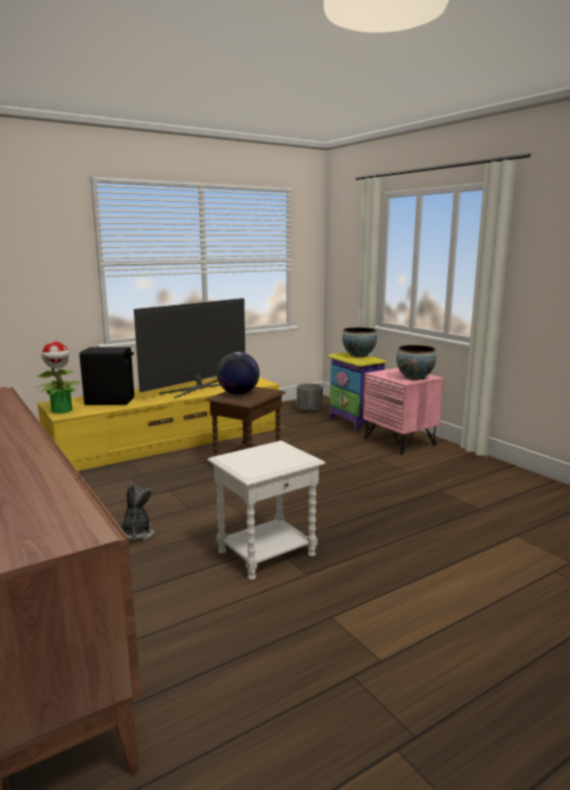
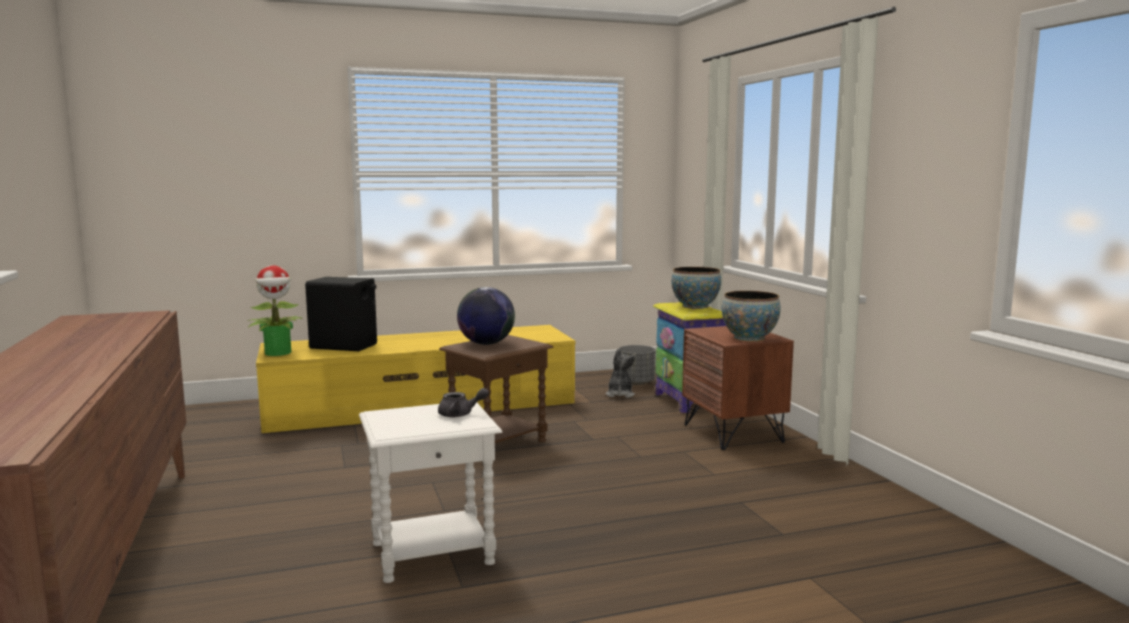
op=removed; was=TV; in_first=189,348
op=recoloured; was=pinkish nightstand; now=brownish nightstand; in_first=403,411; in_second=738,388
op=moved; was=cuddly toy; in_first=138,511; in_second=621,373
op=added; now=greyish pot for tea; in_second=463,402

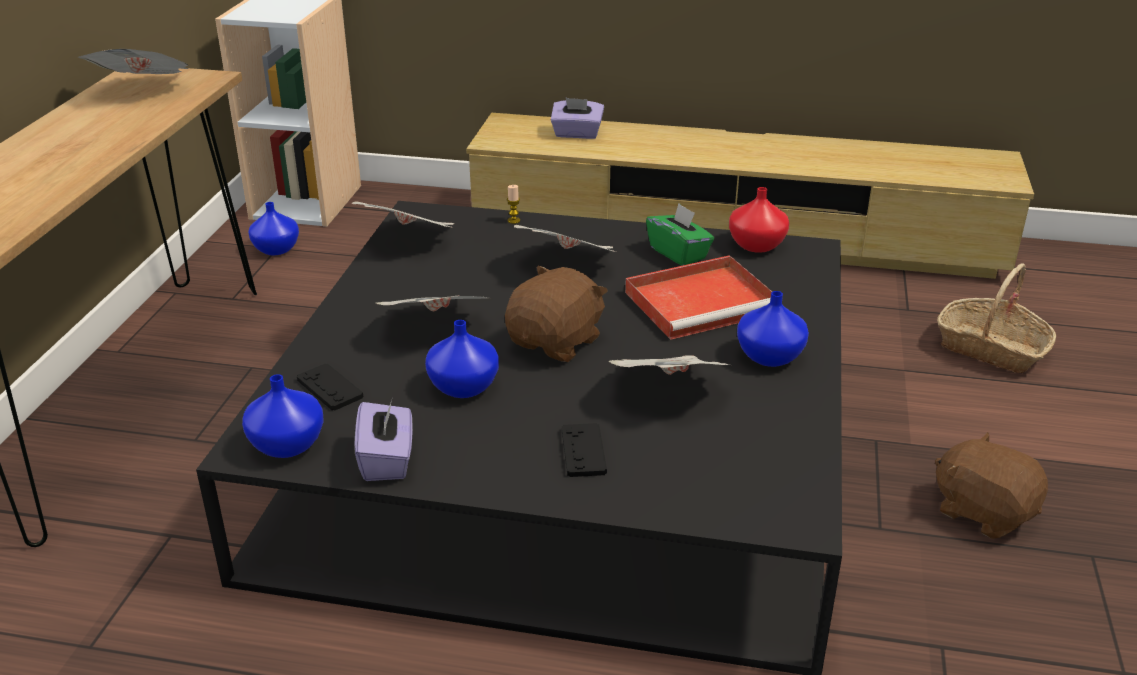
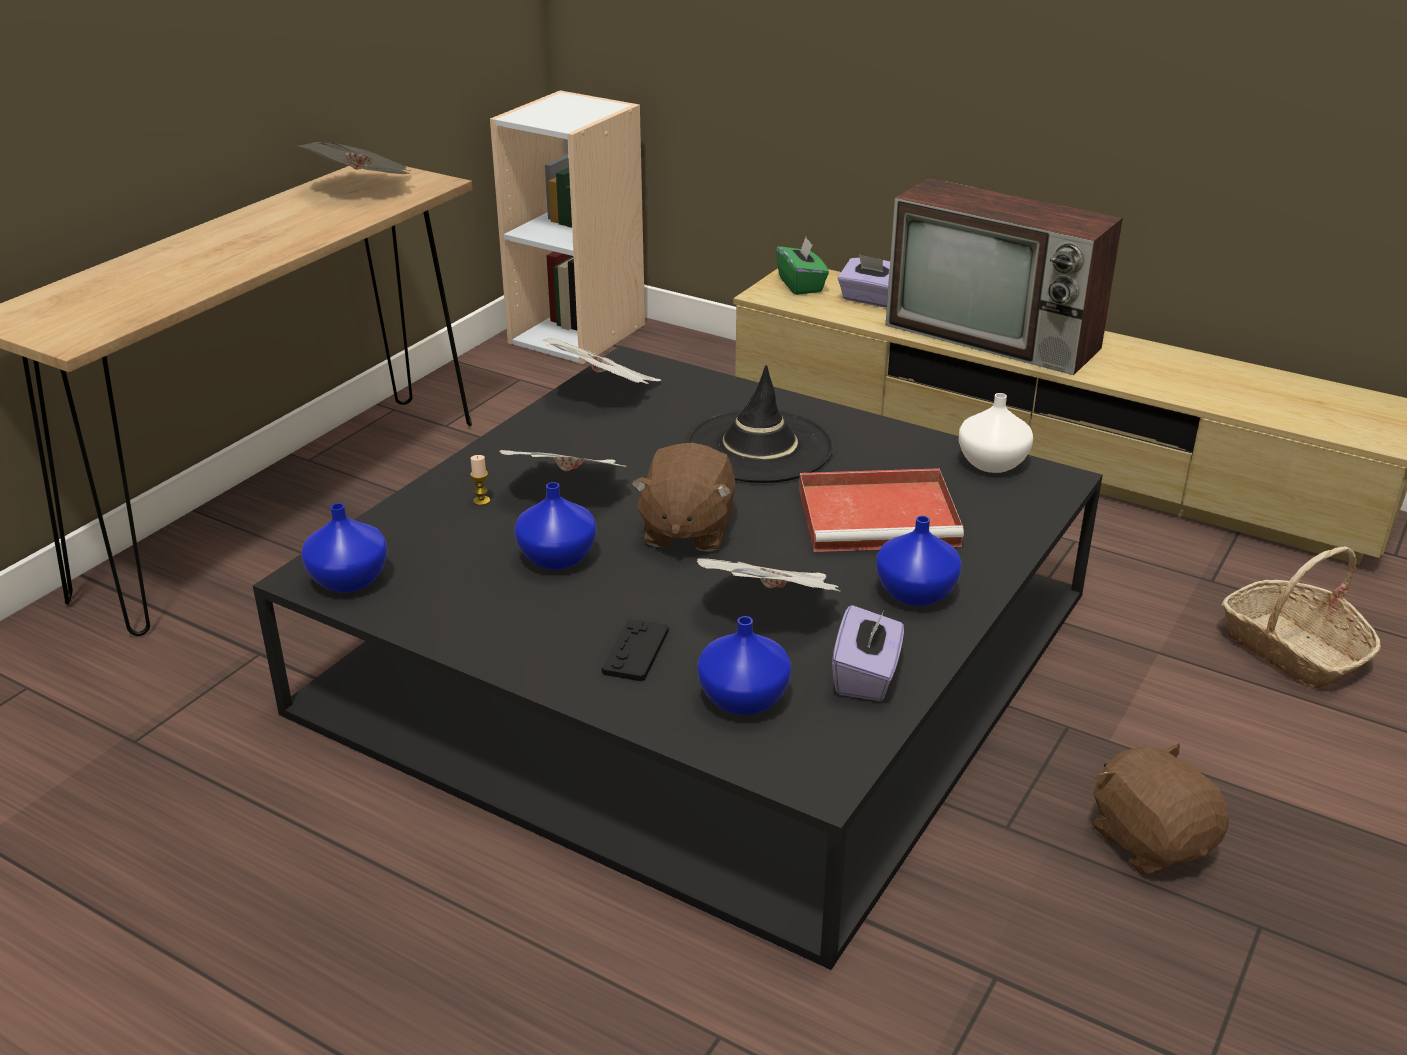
op=moved; was=wax candle; in_first=513,204; in_second=480,480
op=recoloured; was=red-coloured vase; now=white vase; in_first=759,220; in_second=996,433
op=moved; was=blue-coloured vase; in_first=273,228; in_second=744,665
op=moved; was=green box of tissues; in_first=680,234; in_second=802,266
op=replaced; was=printed paper; now=black clothing hat; in_first=565,238; in_second=760,424
op=turned; was=brownish cuddly toy; in_first=556,313; in_second=683,497; clockwise=135
op=removed; was=black joypad; in_first=330,387
op=moved; was=purple-coloured box of tissues; in_first=383,440; in_second=868,653
op=added; now=TV; in_second=1004,276

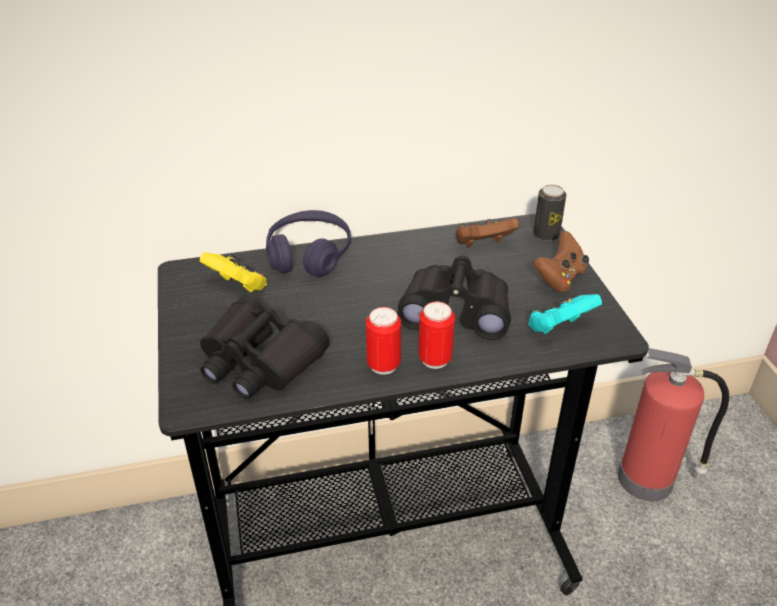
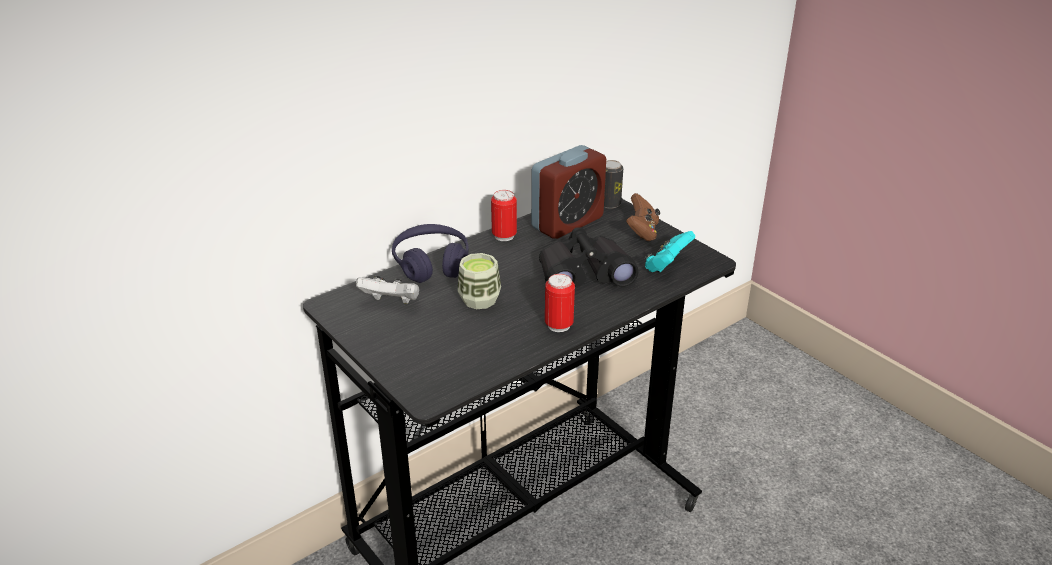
op=replaced; was=brownish joypad; now=alarm clock; in_first=488,232; in_second=568,192
op=recoloured; was=yellow joypad; now=white joypad; in_first=233,272; in_second=387,290
op=removed; was=black binoculars; in_first=265,347
op=moved; was=metal can; in_first=436,335; in_second=504,215
op=removed; was=fire-fighting cylinder; in_first=673,424
op=added; now=drinking cup; in_second=479,281

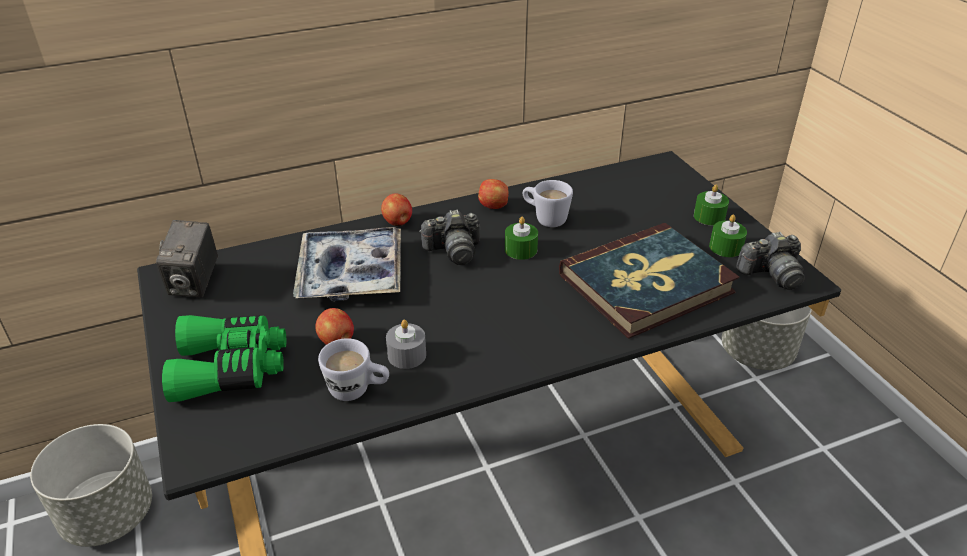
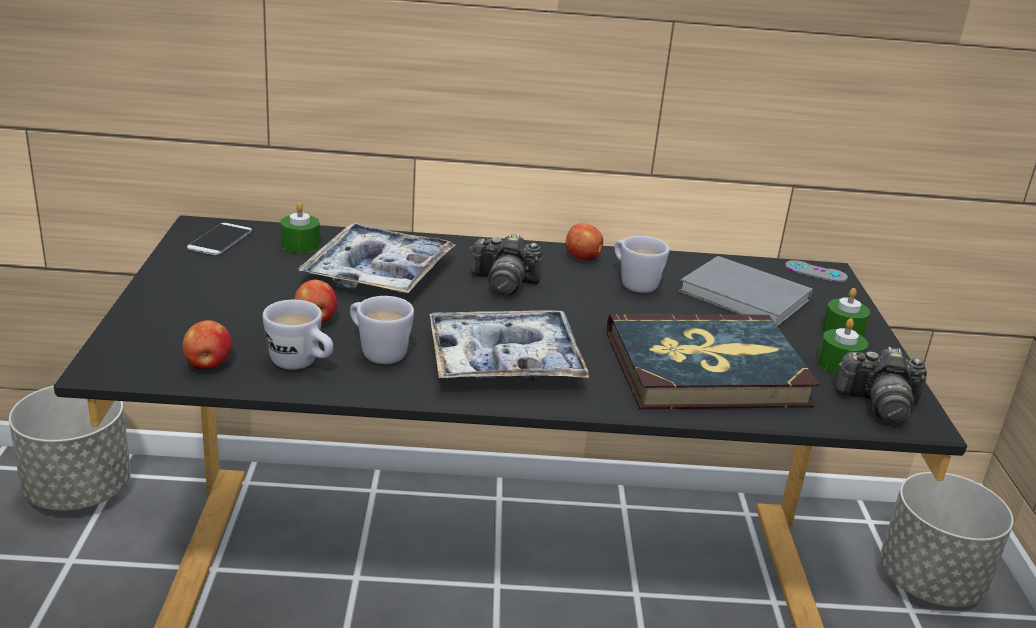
op=moved; was=apple fruit; in_first=396,209; in_second=207,345
op=moved; was=green wax candle; in_first=521,238; in_second=300,227
op=replaced; was=still camera; now=phone; in_first=187,258; in_second=219,239
op=removed; was=green binoculars; in_first=224,358
op=replaced; was=greyish wax candle; now=white mug; in_first=406,344; in_second=382,330
op=added; now=greyish bound book; in_second=746,291
op=added; now=greyish joypad; in_second=816,271
op=added; now=tray; in_second=509,345

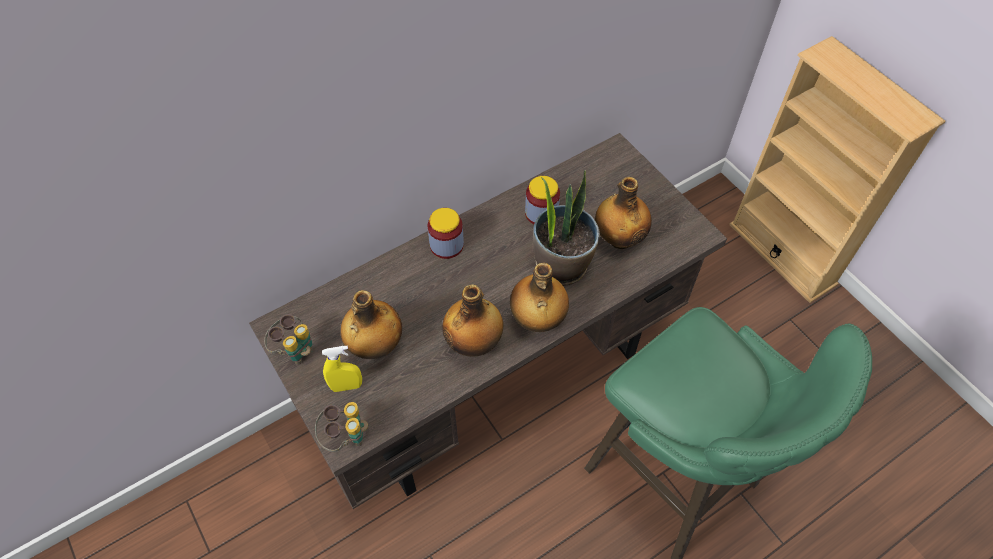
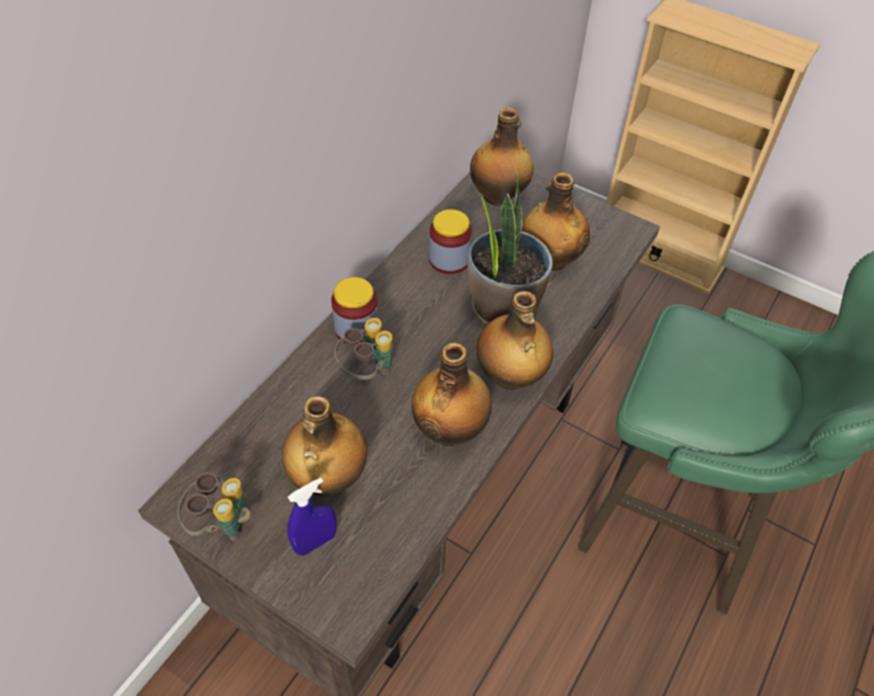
op=recoloured; was=yellow spray bottle; now=blue-coloured spray bottle; in_first=342,369; in_second=311,516
op=moved; was=binoculars; in_first=341,427; in_second=364,349
op=added; now=beverage bottle; in_second=502,157

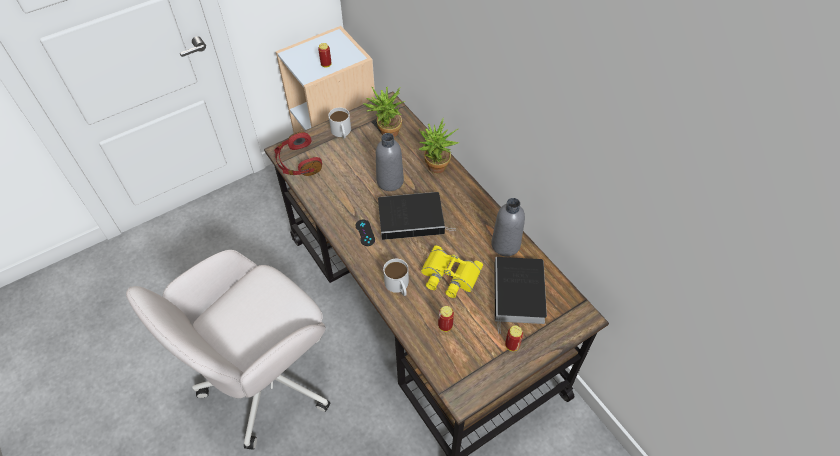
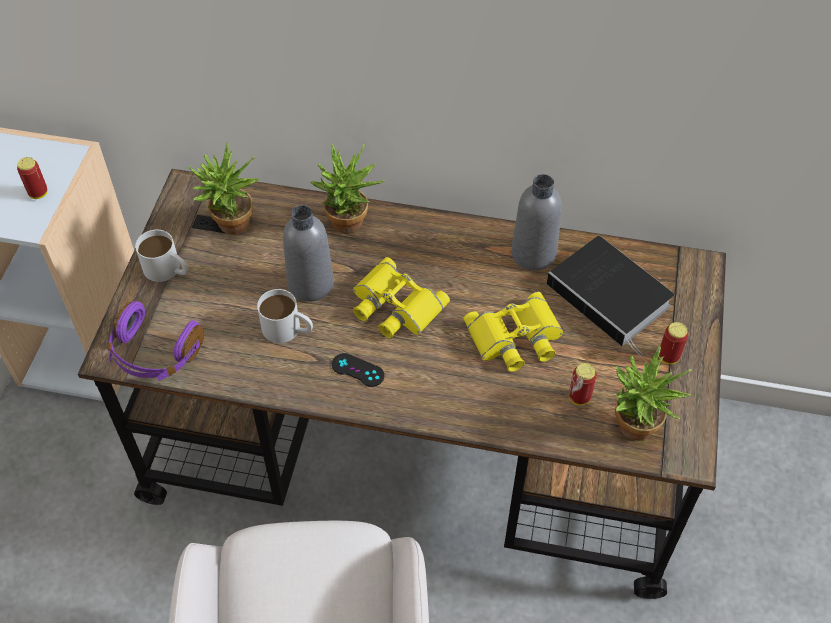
op=recoloured; was=red-coloured headphones; now=purple-coloured headphones; in_first=298,154; in_second=156,341
op=replaced; was=bound book; now=yellow binoculars; in_first=417,216; in_second=401,297
op=moved; was=white mug; in_first=396,277; in_second=285,316
op=added; now=potted plant; in_second=653,393

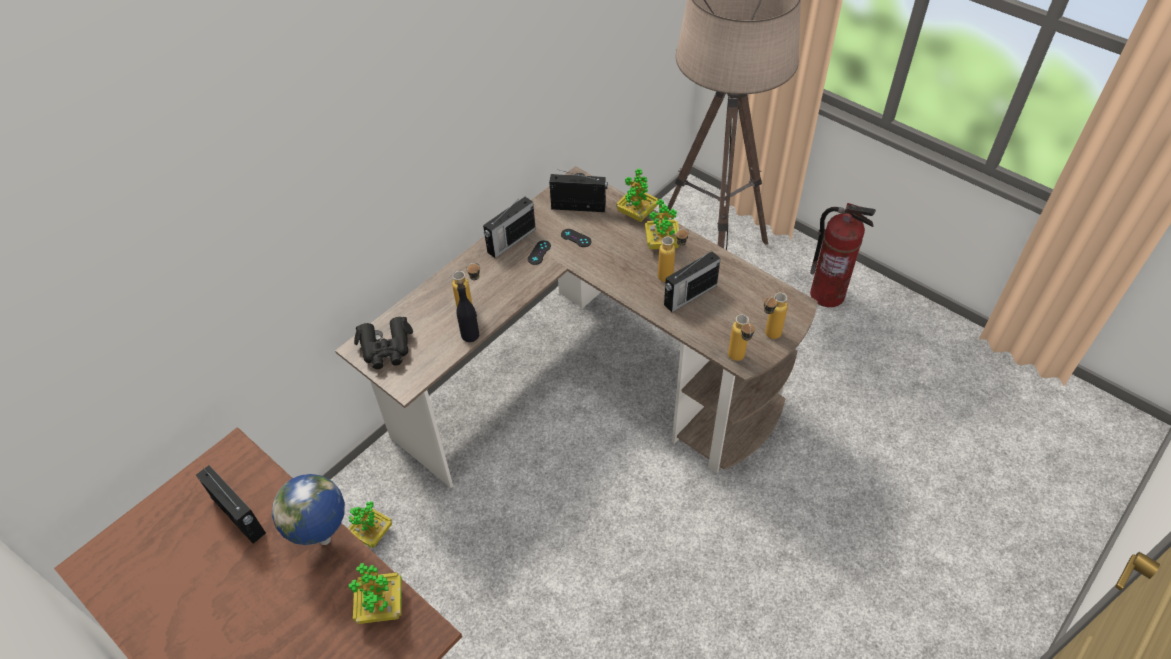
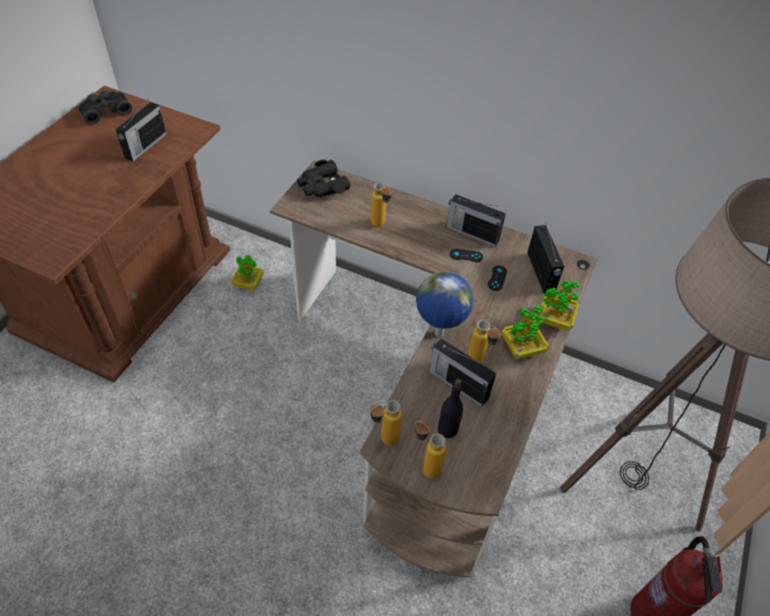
op=moved; was=black beverage bottle; in_first=467,311; in_second=450,408
op=moved; was=world globe; in_first=308,509; in_second=445,304
op=removed; was=potted plant; in_first=375,593
op=added; now=black binoculars; in_second=105,107

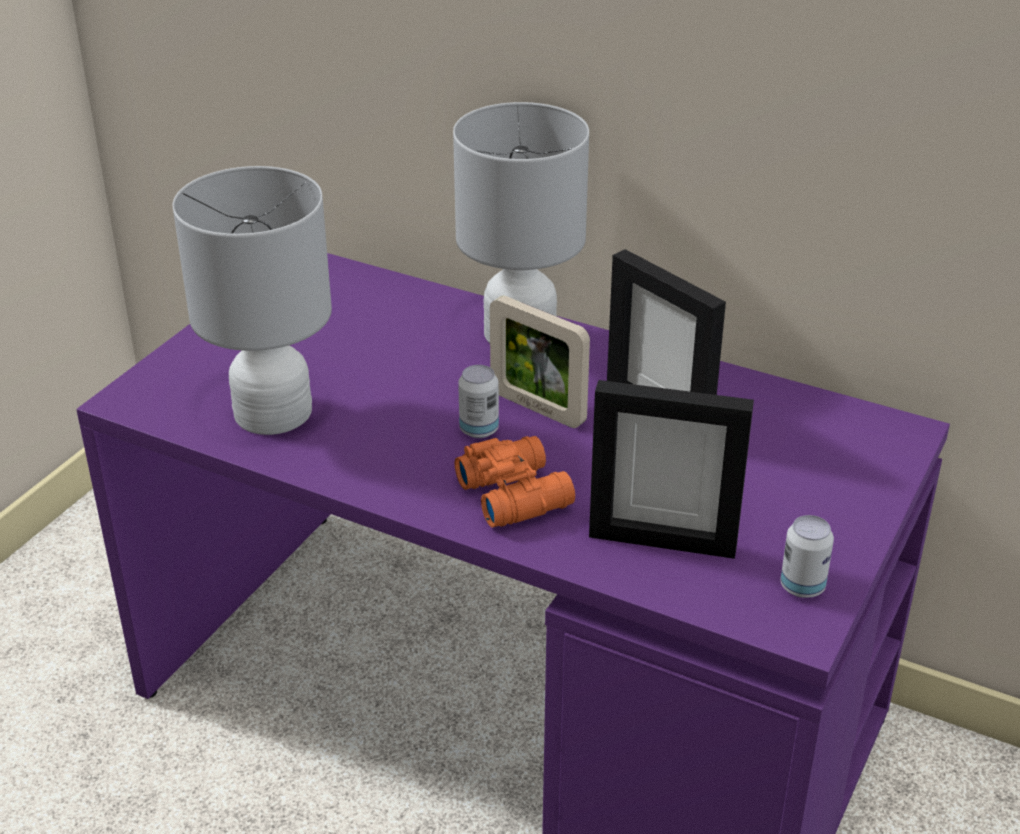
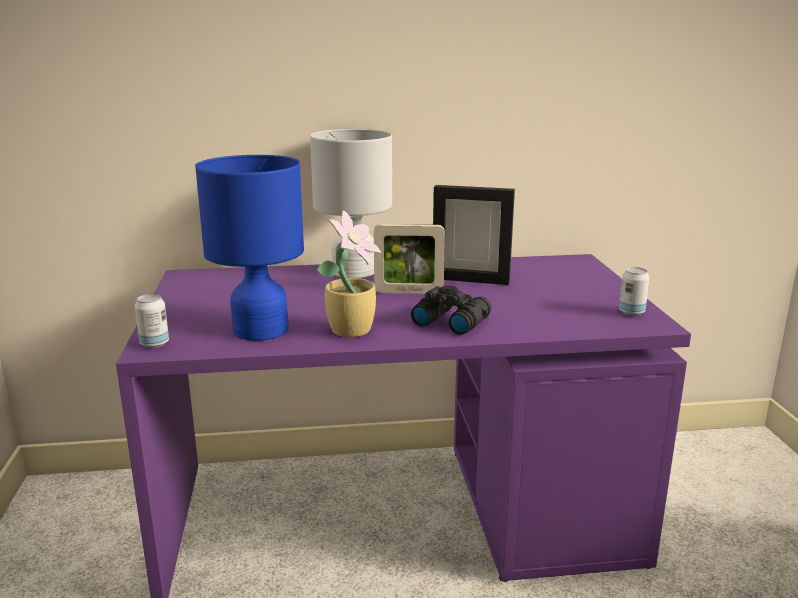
op=recoloured; was=greyish table lamp; now=blue-coloured table lamp; in_first=252,300; in_second=249,248
op=moved; was=metal can; in_first=478,401; in_second=152,321
op=removed; was=picture frame; in_first=671,469
op=recoloured; was=orange-coloured binoculars; now=black binoculars; in_first=515,481; in_second=451,310
op=added; now=potted plant; in_second=349,273

